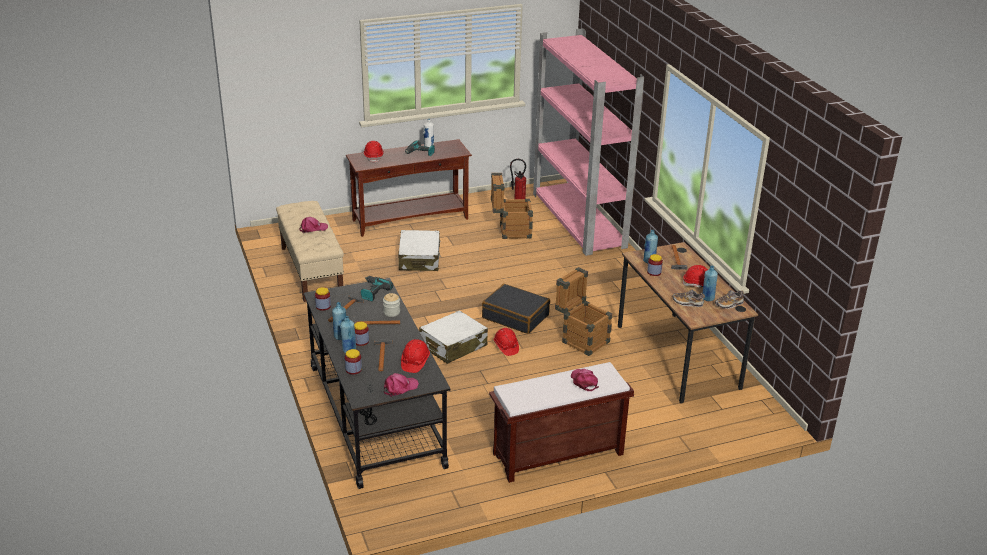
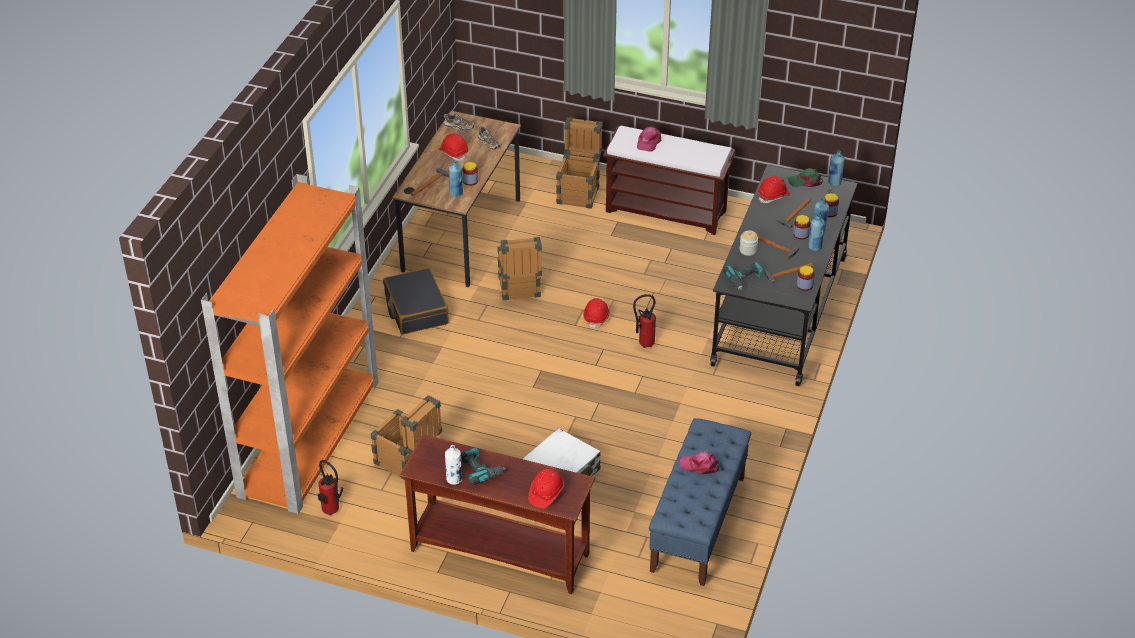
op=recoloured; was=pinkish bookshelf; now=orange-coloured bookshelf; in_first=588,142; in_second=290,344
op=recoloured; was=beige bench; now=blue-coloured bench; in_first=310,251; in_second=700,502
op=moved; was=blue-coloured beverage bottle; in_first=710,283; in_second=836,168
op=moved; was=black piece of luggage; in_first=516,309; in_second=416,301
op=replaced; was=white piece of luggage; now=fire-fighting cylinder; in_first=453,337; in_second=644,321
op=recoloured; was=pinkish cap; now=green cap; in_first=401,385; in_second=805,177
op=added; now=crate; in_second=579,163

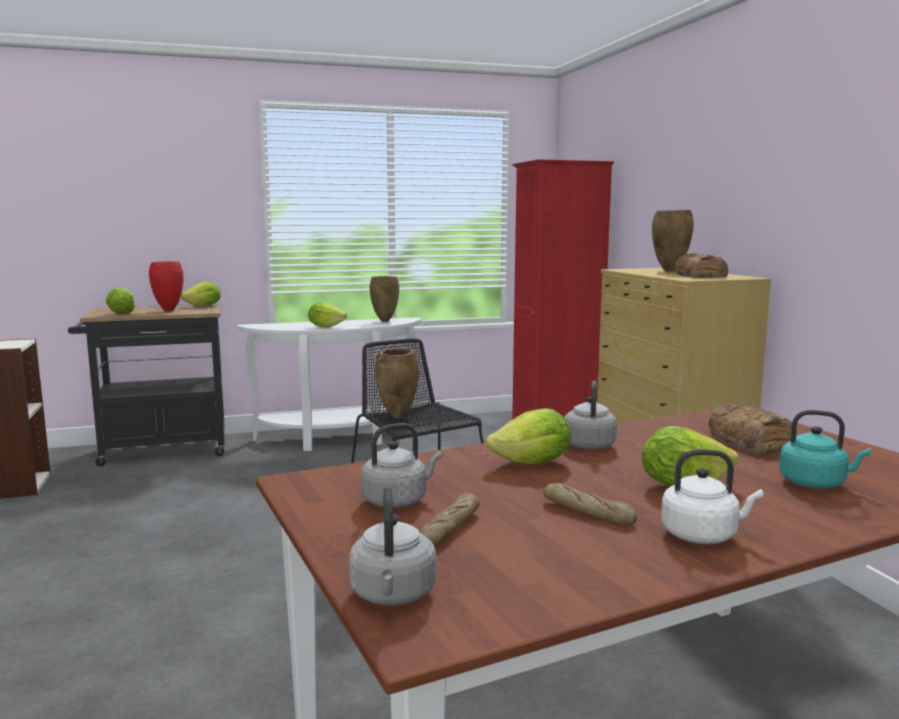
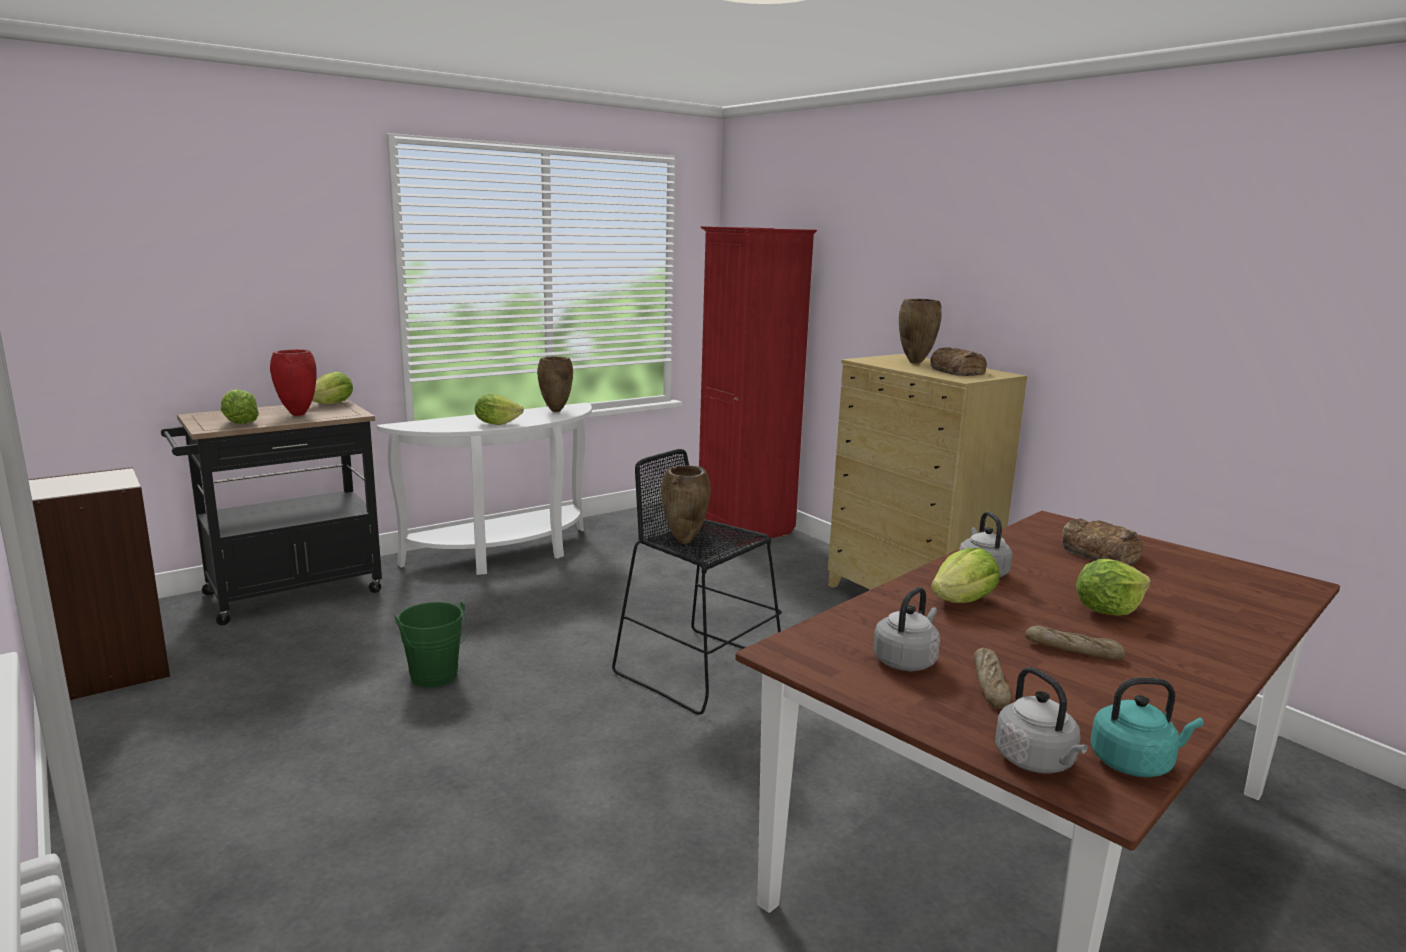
op=moved; was=turquoise-coloured tea kettle; in_first=825,449; in_second=1147,727
op=removed; was=white tea kettle; in_first=712,496
op=added; now=green bucket; in_second=431,644

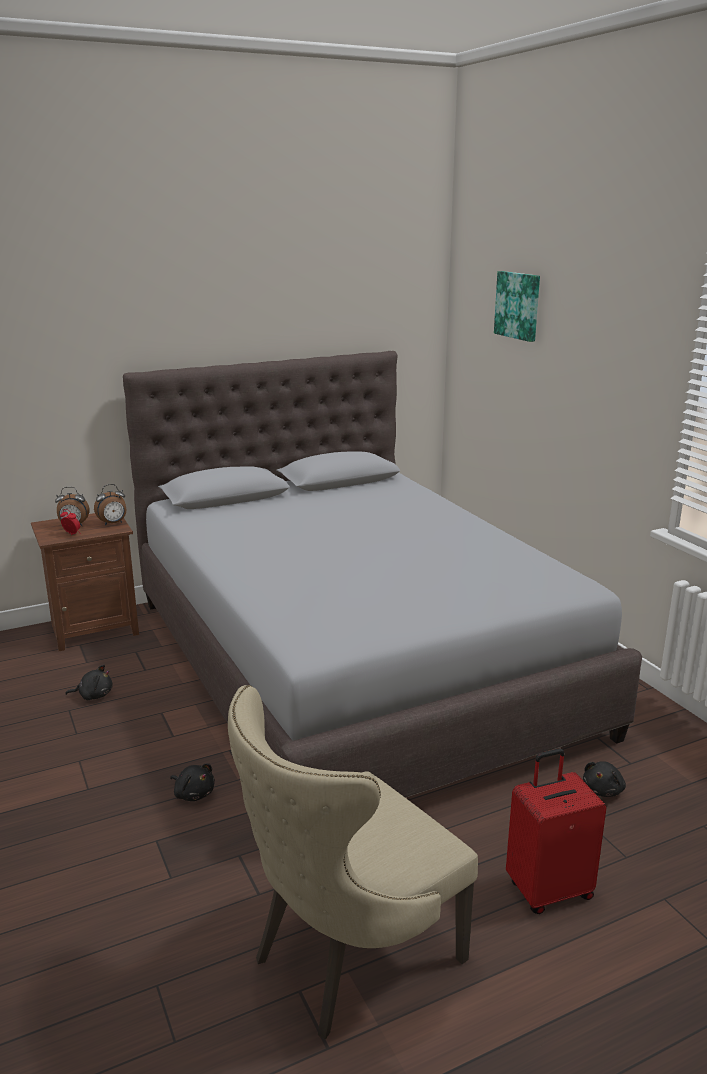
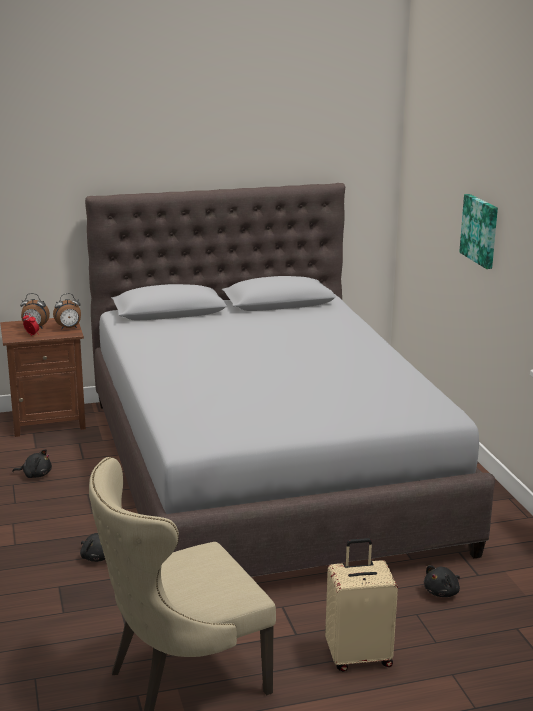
op=moved; was=picture; in_first=517,306; in_second=478,231
op=recoloured; was=red-coloured piece of luggage; now=beige piece of luggage; in_first=556,831; in_second=361,604

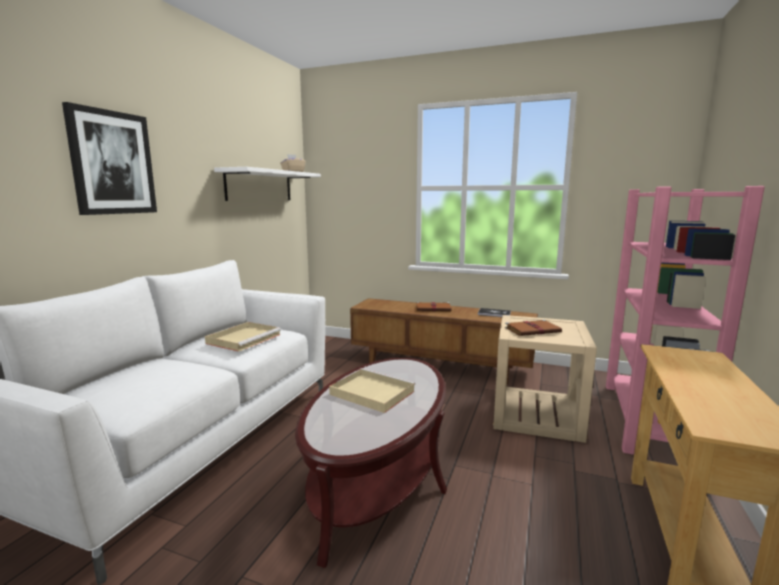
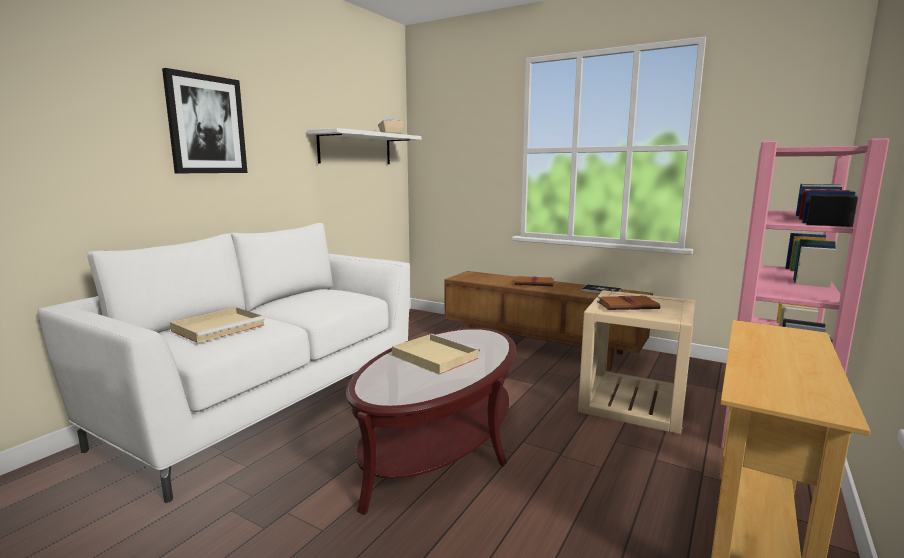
op=moved; was=beige tray; in_first=243,337; in_second=217,325

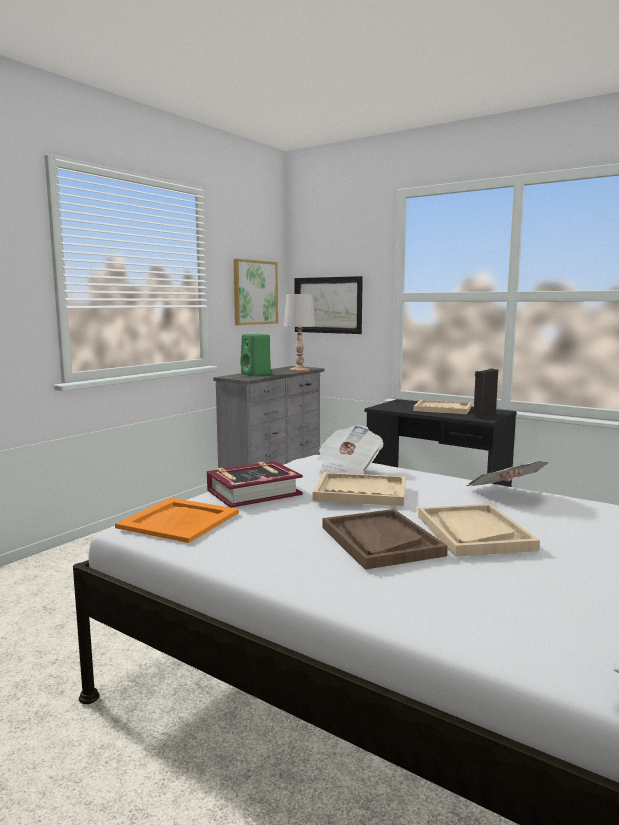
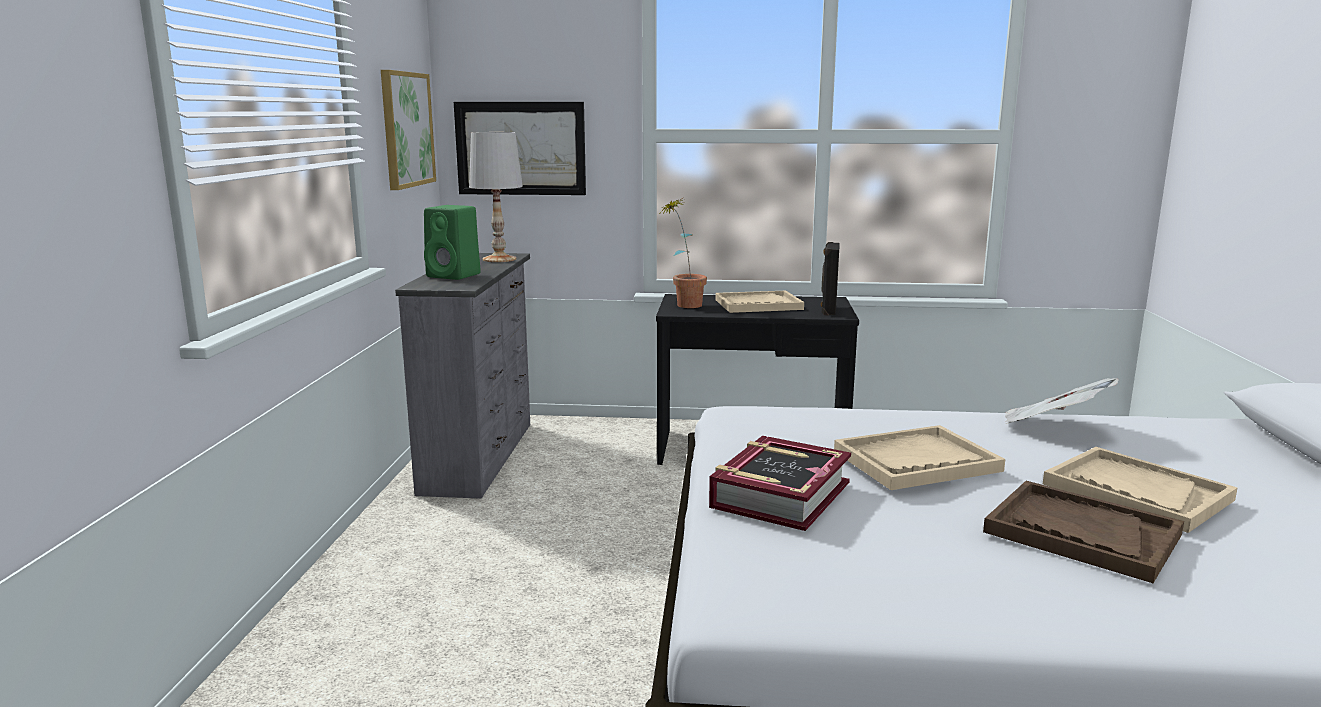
op=removed; was=printed paper; in_first=350,450
op=removed; was=orange-coloured tray; in_first=177,520
op=added; now=potted plant; in_second=682,253

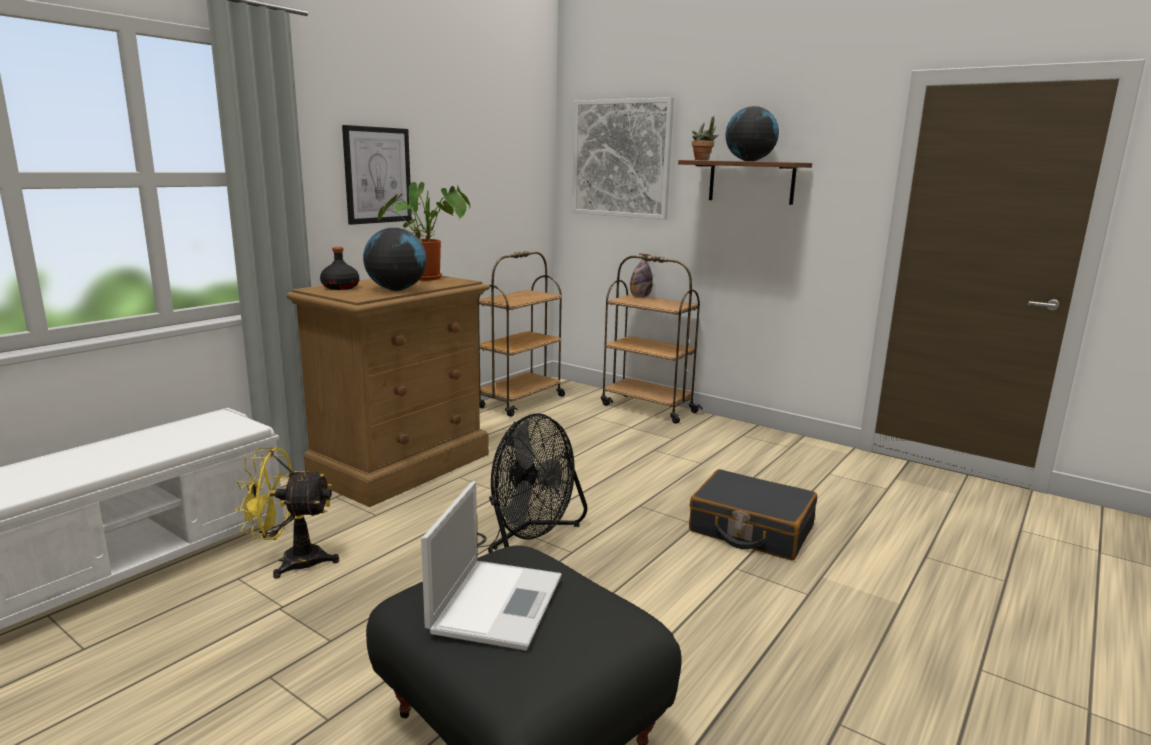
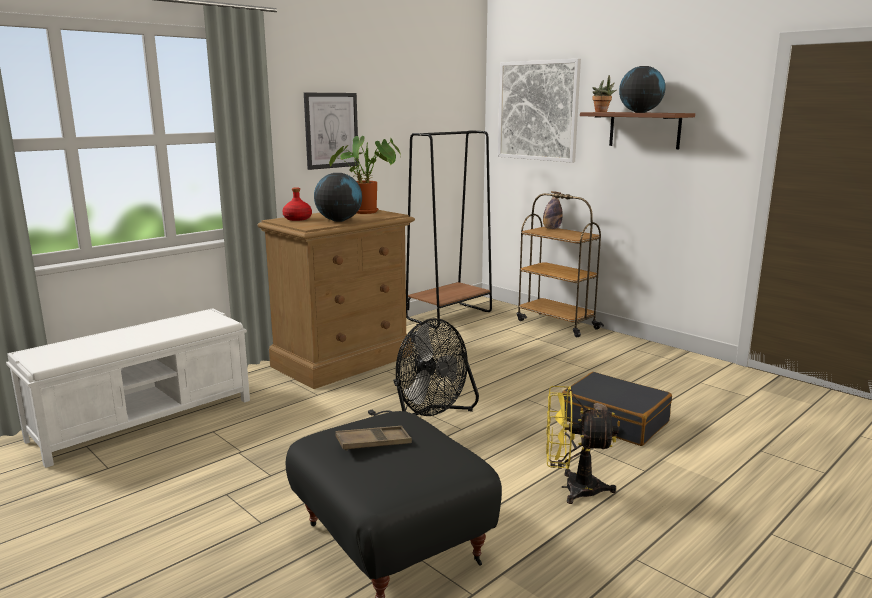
op=recoloured; was=black beverage bottle; now=red-coloured beverage bottle; in_first=339,268; in_second=297,204
op=replaced; was=brownish cart; now=garment stand; in_first=521,334; in_second=449,229
op=moved; was=yellow fan; in_first=287,513; in_second=582,445
op=replaced; was=portable computer; now=brownish tray; in_first=491,566; in_second=373,438

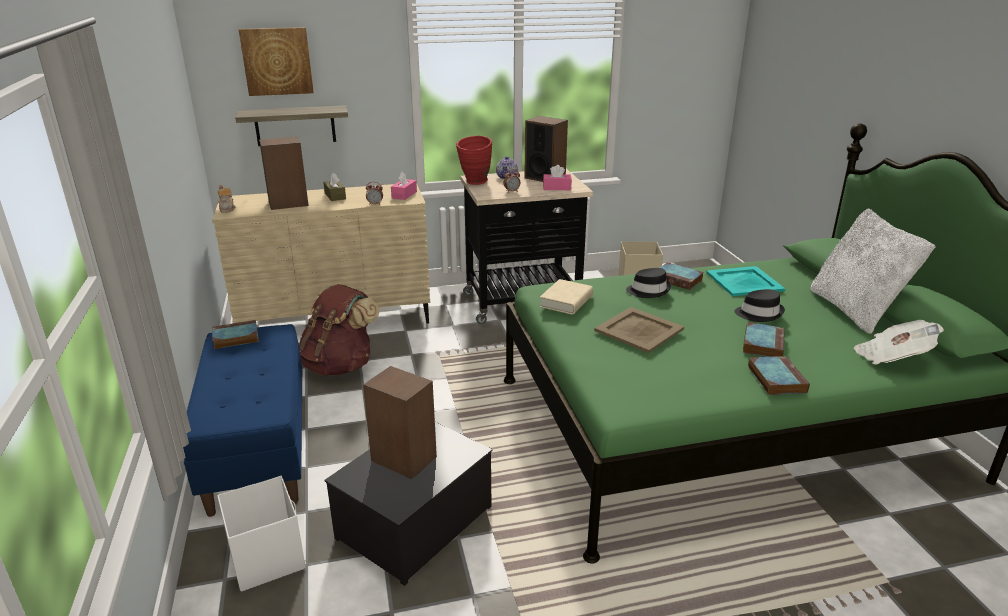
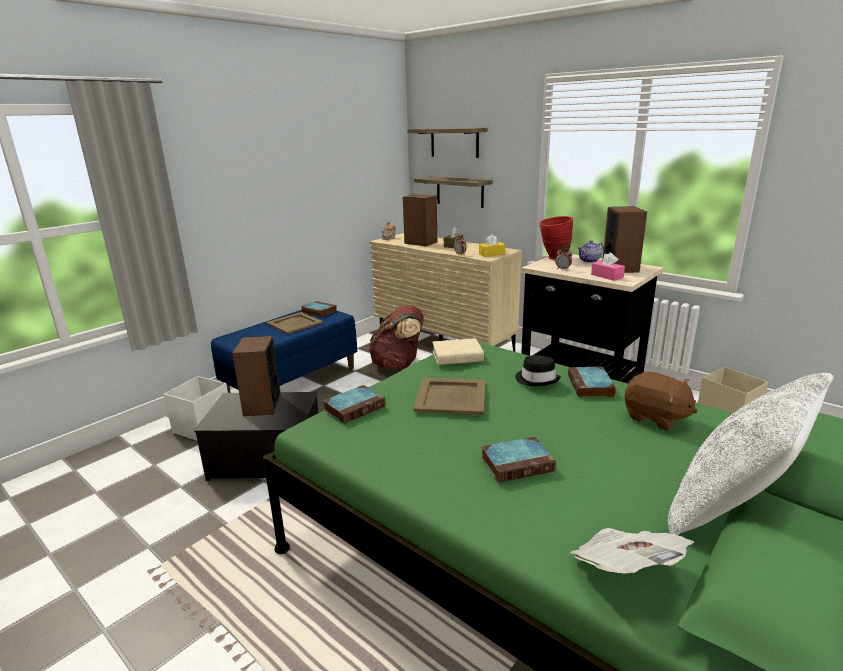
op=replaced; was=picture; now=bracket shelf; in_first=276,61; in_second=447,143
op=recoloured; was=pinkish box of tissues; now=yellow box of tissues; in_first=404,186; in_second=492,245
op=replaced; was=turquoise-coloured tray; now=brownish cuddly toy; in_first=745,281; in_second=661,401
op=removed; was=black clothing hat; in_first=759,305
op=moved; was=bound book; in_first=779,375; in_second=354,404
op=added; now=beige tray; in_second=294,323

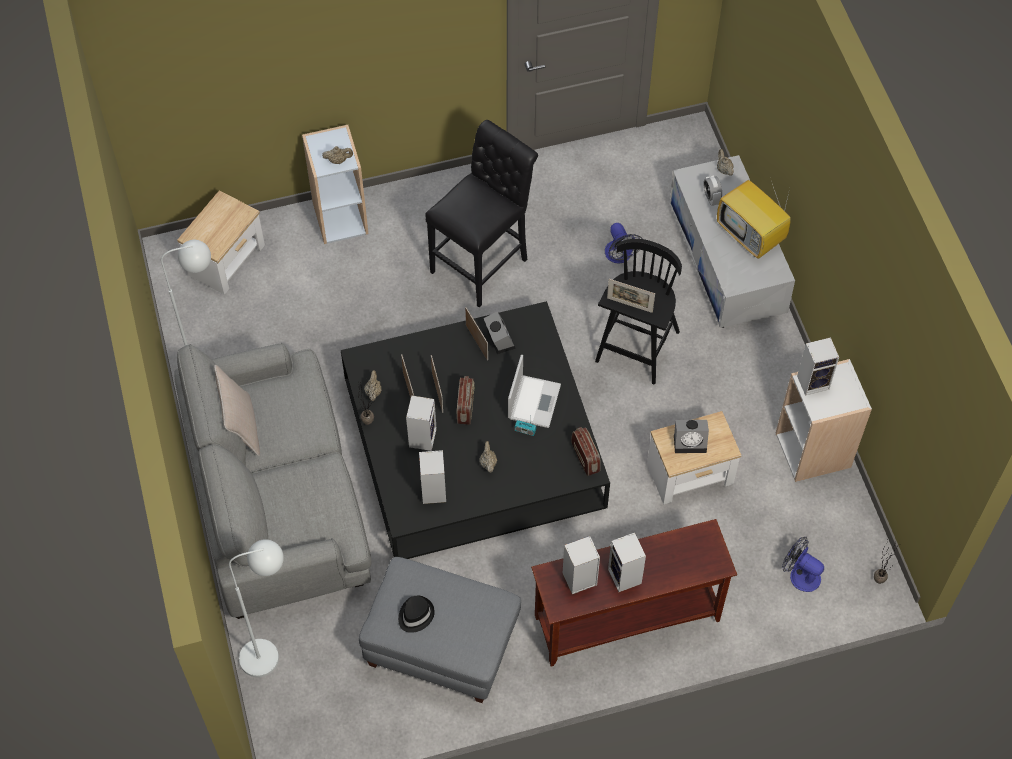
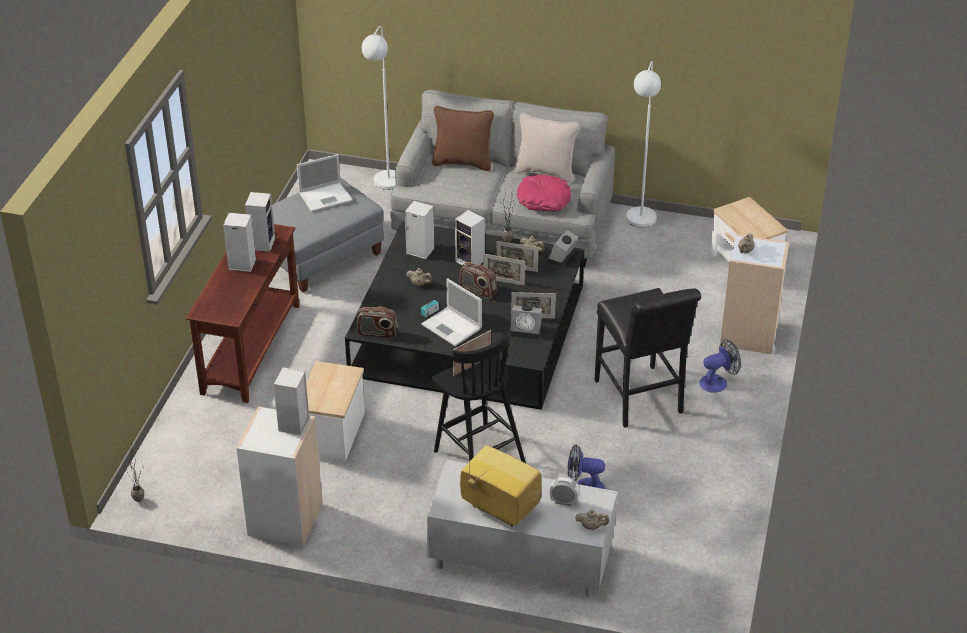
op=turned; was=TV; in_first=754,219; in_second=501,486; clockwise=45
op=moved; was=alarm clock; in_first=691,436; in_second=562,248
op=moved; was=fan; in_first=803,564; in_second=720,365
op=replaced; was=black clothing hat; now=portable computer; in_first=416,614; in_second=325,183
op=added; now=brownish pillow; in_second=463,138
op=added; now=pinkish pillow; in_second=544,193

